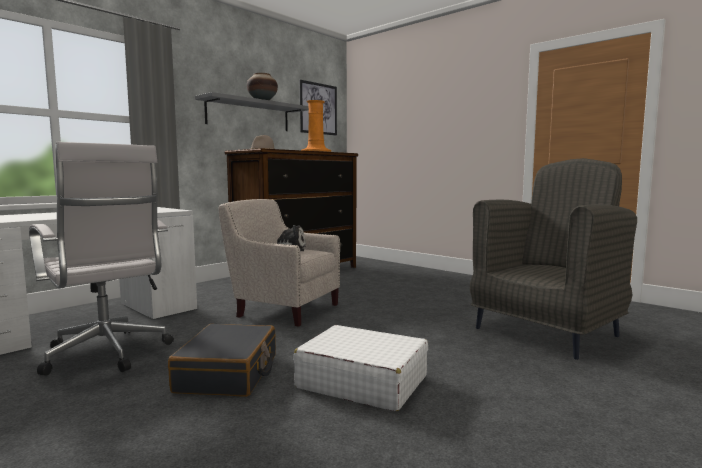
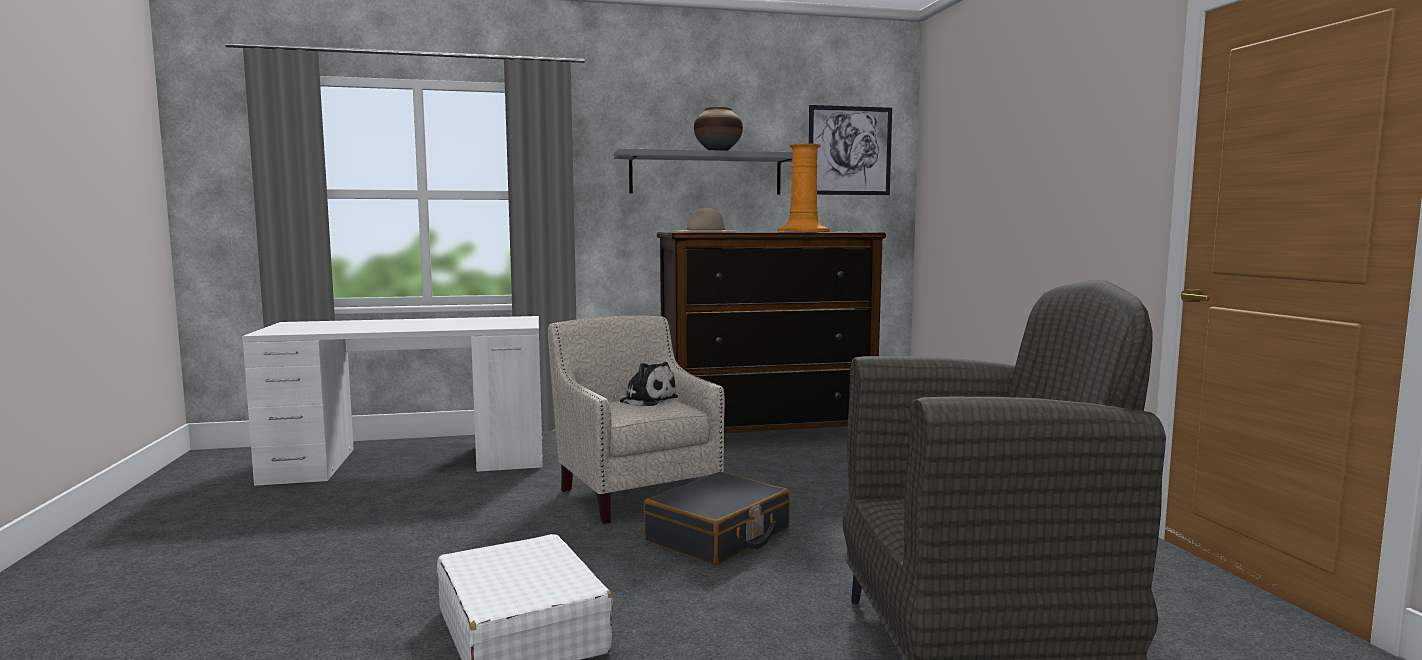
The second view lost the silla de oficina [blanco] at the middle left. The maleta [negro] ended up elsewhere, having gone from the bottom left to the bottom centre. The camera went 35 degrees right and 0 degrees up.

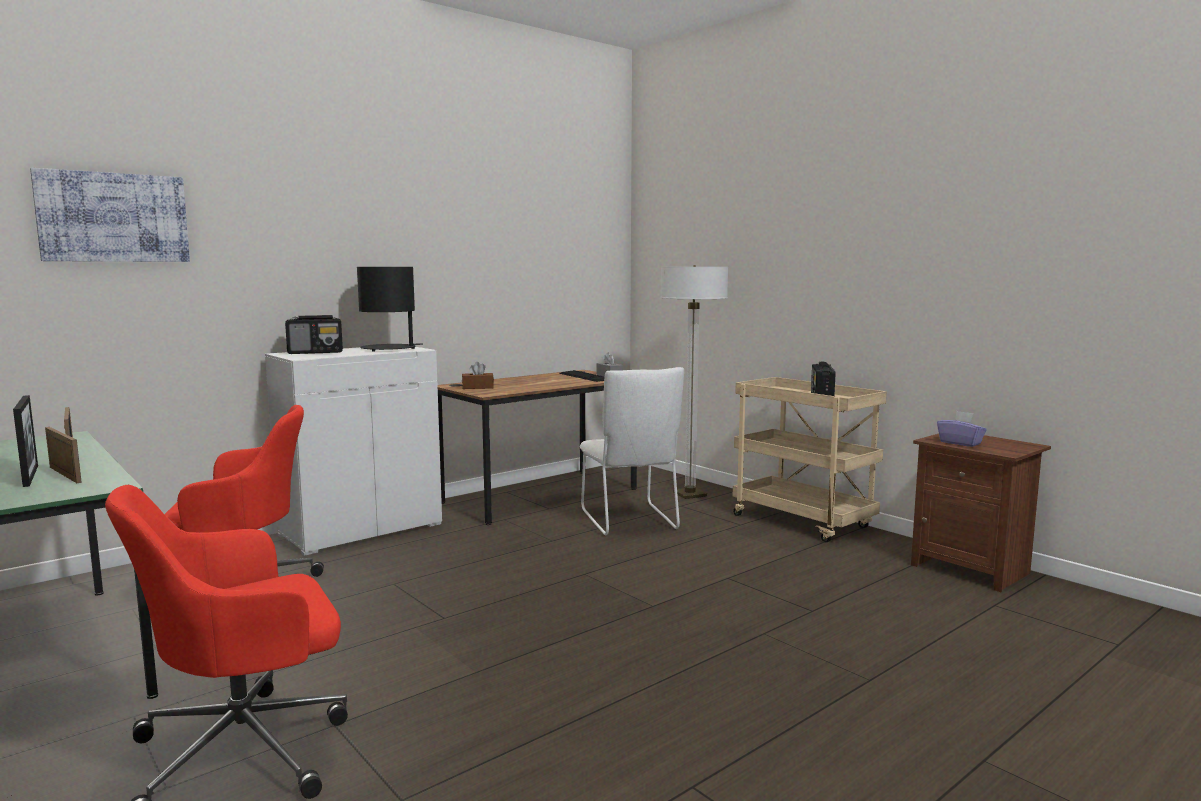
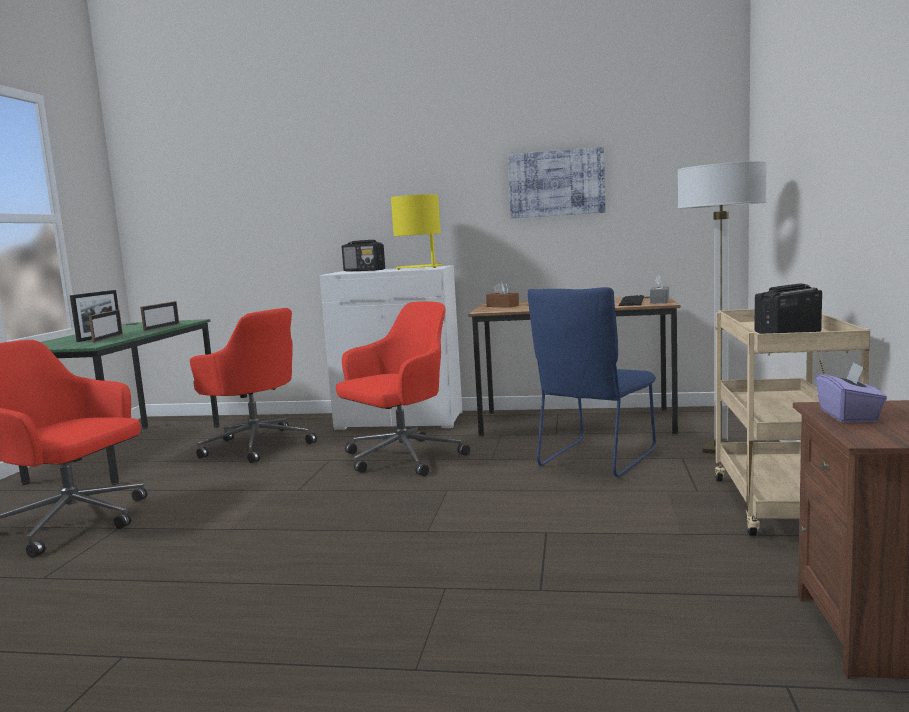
The cuadro ended up elsewhere, having gone from the top left to the top centre. What was the lámpara de mesa [negro] at the middle left turned into the lámpara de mesa [amarillo] at the top centre. What was the silla [blanco] at the centre turned into the silla [azul] at the centre. The second view gained the silla de oficina [rojo] (3rd from left) at the centre. The camera went 50 degrees right and 0 degrees up.

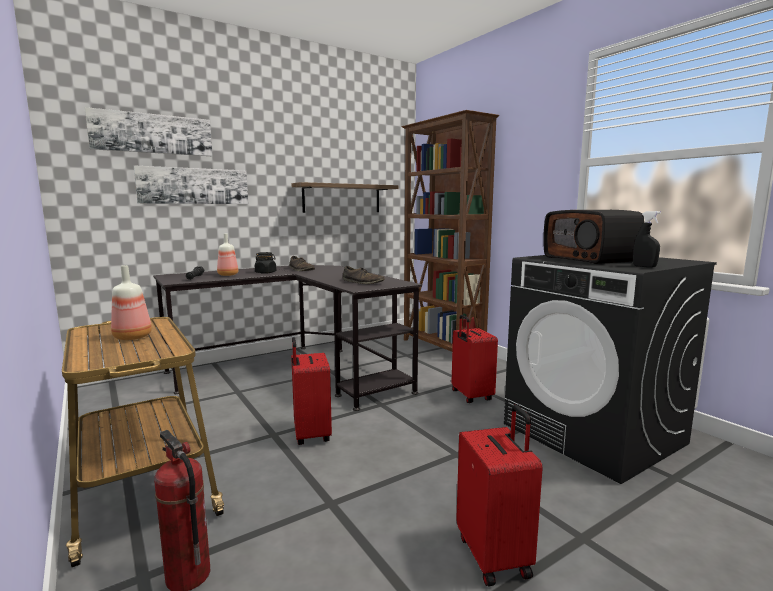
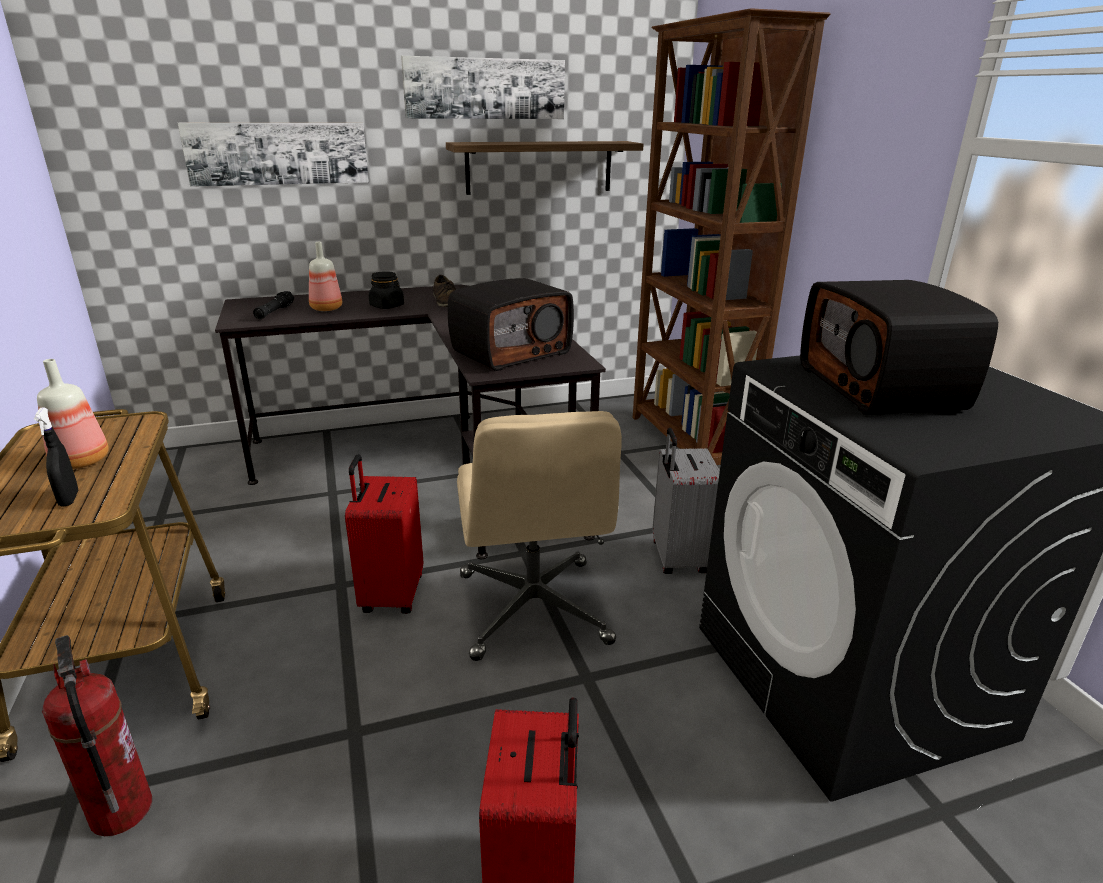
The cuadro (1st from left in the first image) ended up elsewhere, having gone from the top left to the top centre. Where the zapato [marrón] (2nd from left) stood at the centre, the radio (1st from left) came to stand at the centre. What was the maleta [rojo] (2nd from left) at the centre turned into the maleta [gris] at the centre. The pulverizador [negro] ended up elsewhere, having gone from the middle right to the middle left. The second view gained the silla de oficina [beis] at the centre. The camera went 15 degrees right and 15 degrees up.

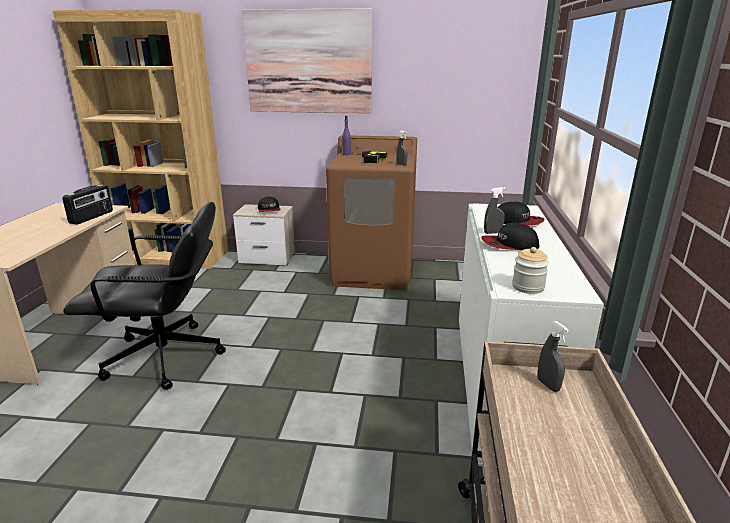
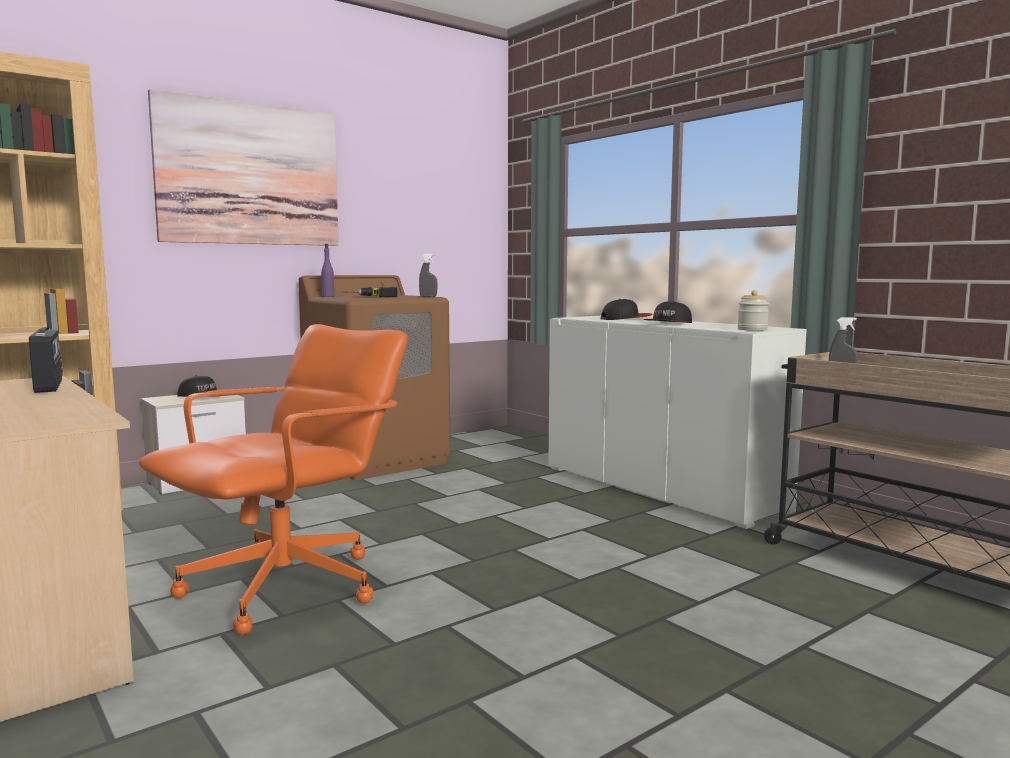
What was the silla de oficina [negro] at the middle left turned into the silla de oficina [naranja] at the middle left. The second view lost the pulverizador [gris] (2nd from left) at the middle right. The camera went 45 degrees left and 15 degrees down.

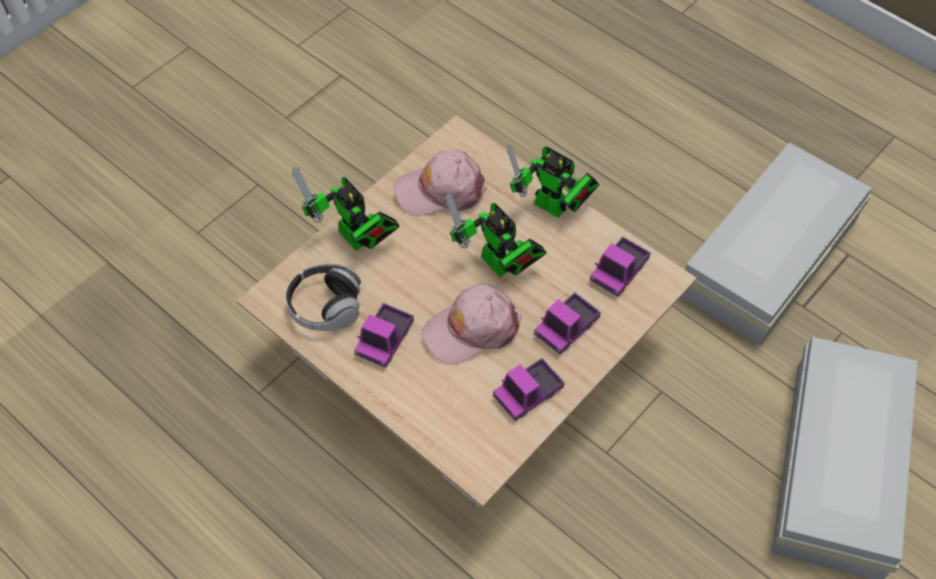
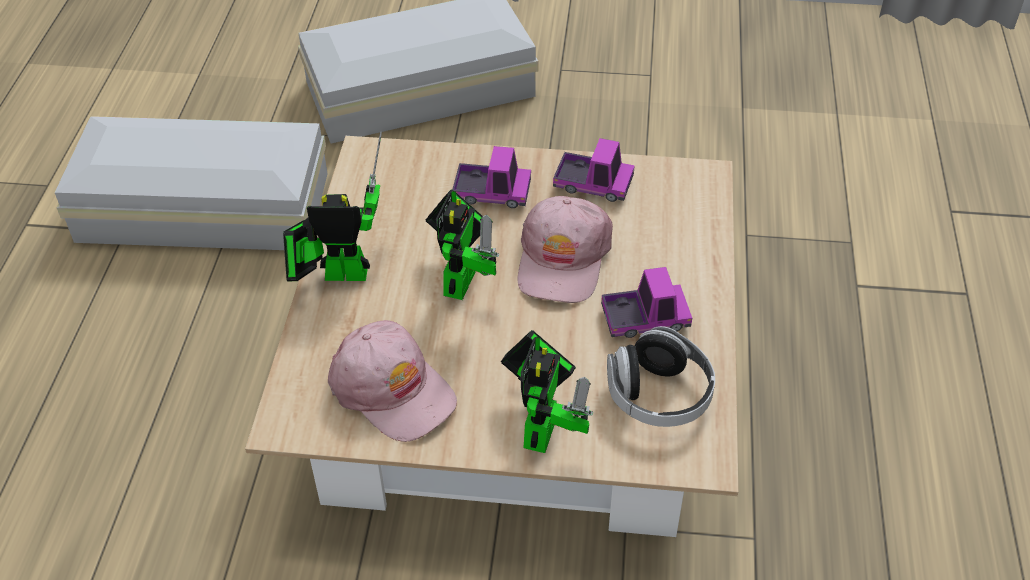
The gorra [rosa] (2nd from left) at the centre ended up facing another way, 75 degrees clockwise from before. The robot de juguete (3rd from left in the first image) at the top centre ended up facing another way, 90 degrees counterclockwise from before. The second view lost the camión de juguete (4th from left) at the centre. The camera went 125 degrees left and 10 degrees down.

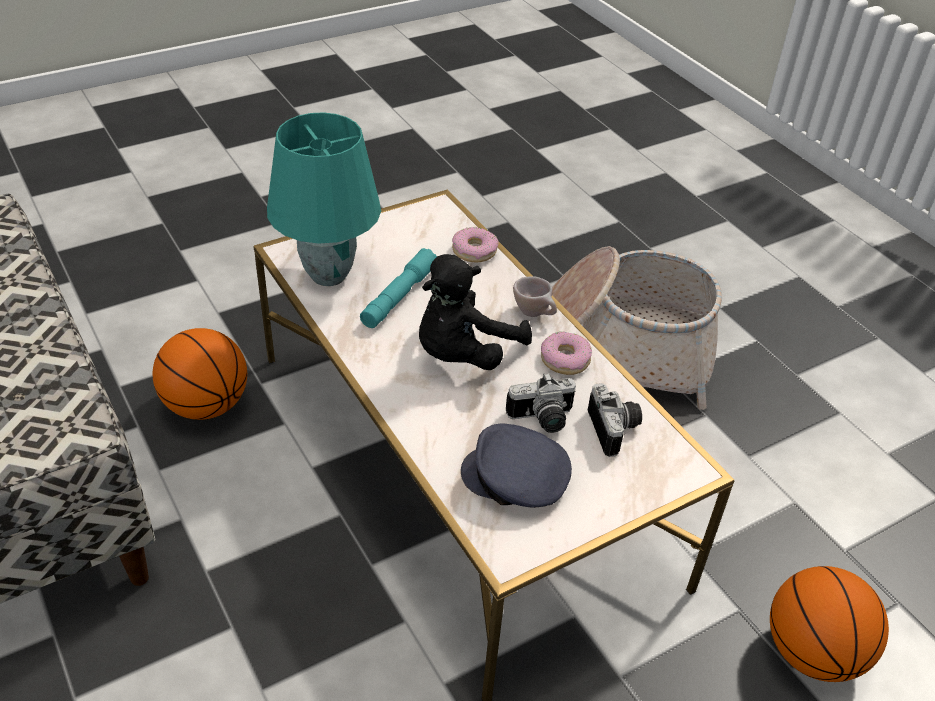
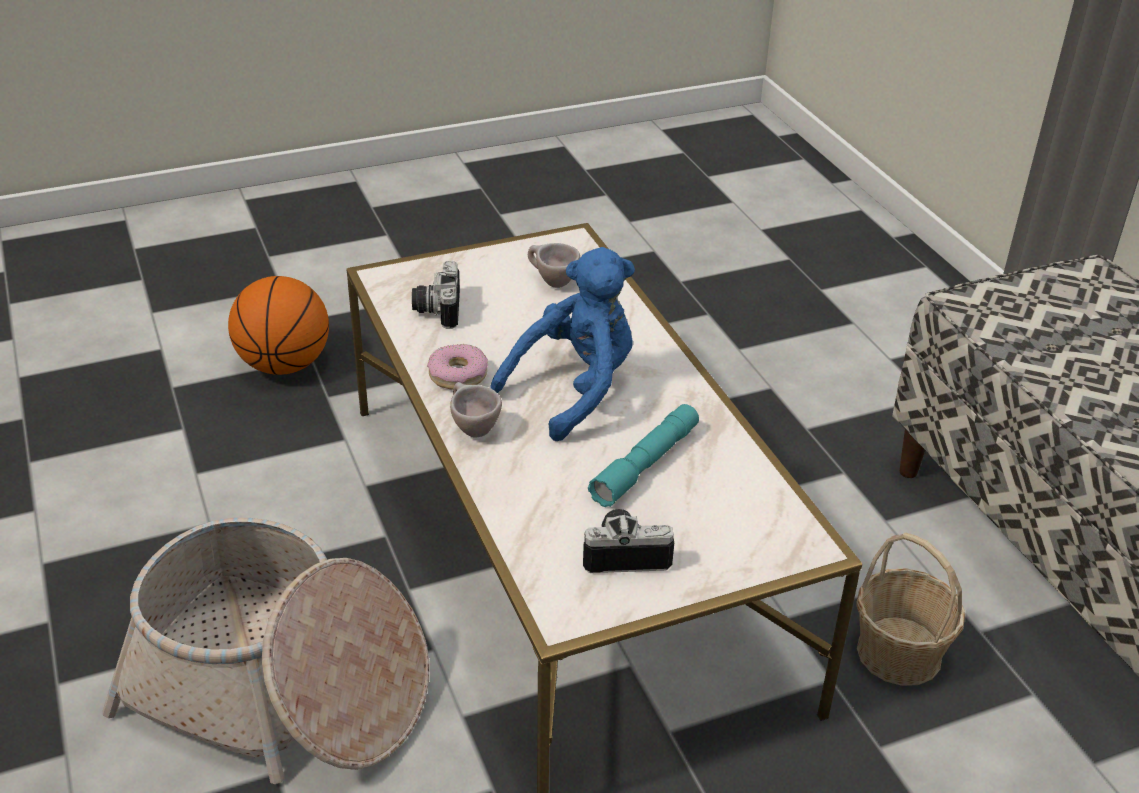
Where the balón de baloncesto (1st from left) stood at the middle left, the cesta (2nd from left) came to stand at the bottom right. The second view lost the lámpara de mesa [turquesa] at the top centre. What was the peluche [negro] at the centre turned into the peluche [azul] at the centre. The second view lost the rosquilla (1st from left) at the centre. Where the gorra [gris] stood at the centre, the taza [beis] (2nd from left) came to stand at the centre. The cámara (1st from left in the first image) ended up elsewhere, having gone from the centre to the bottom centre. The camera went 170 degrees left and 5 degrees down.

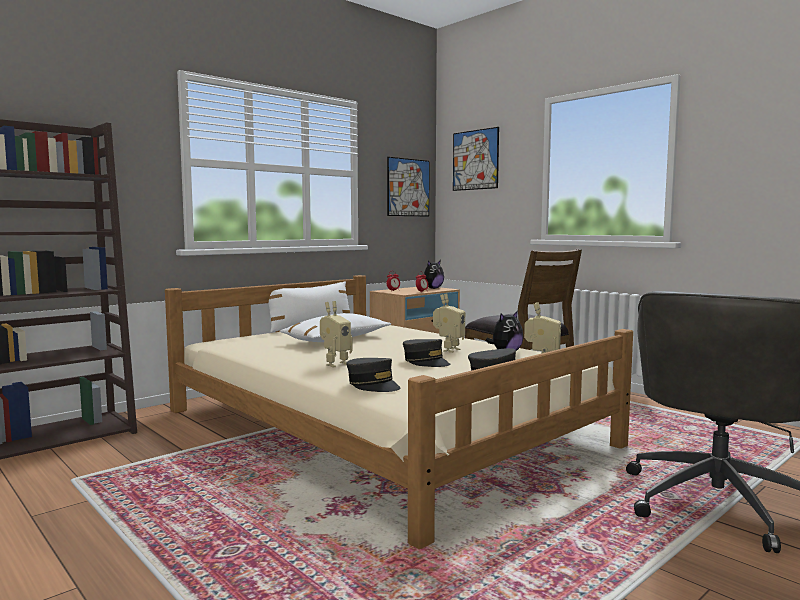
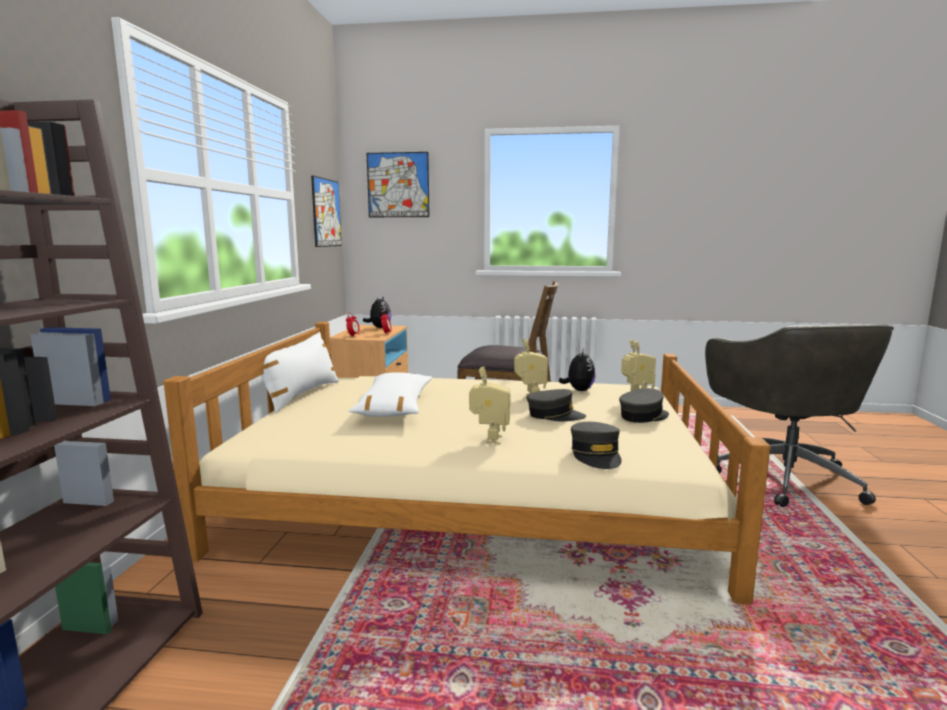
The gorra [gris] (1st from left in the first image) at the centre ended up facing another way, 75 degrees clockwise from before. The camera went 40 degrees left and 5 degrees up.

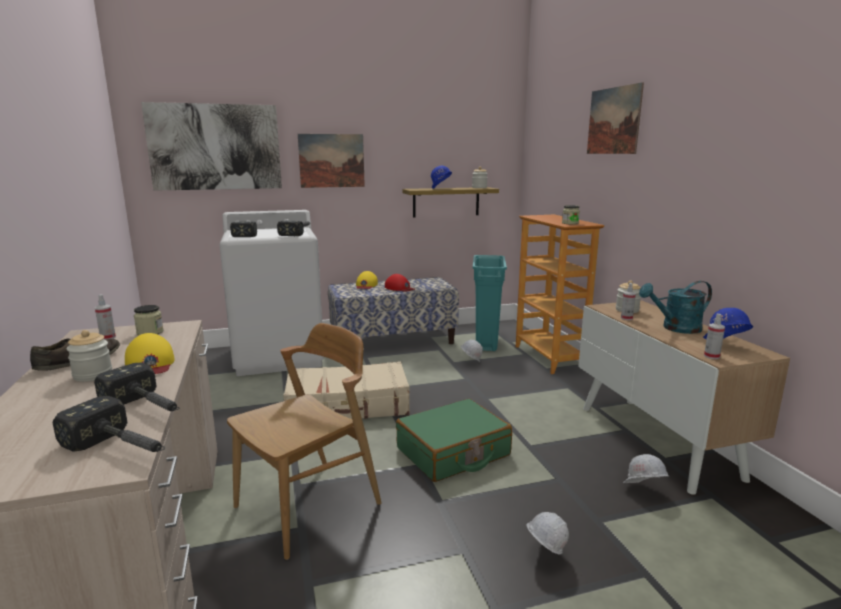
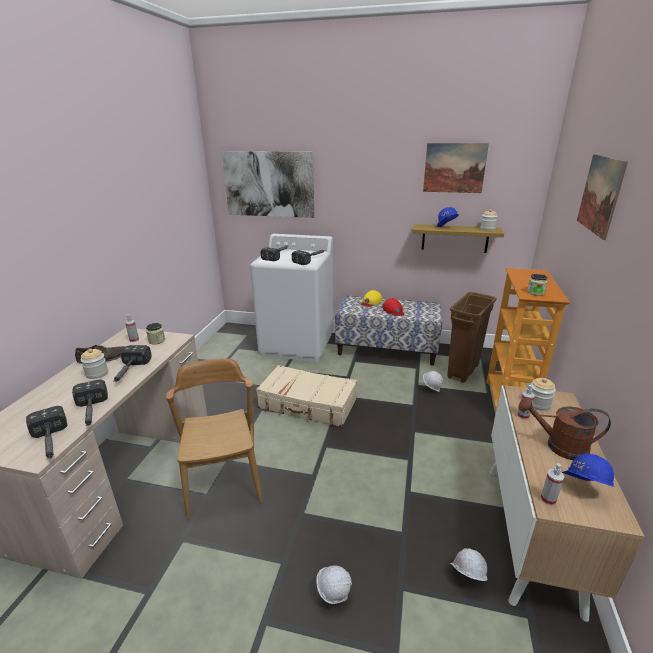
Where the gorra [amarillo] (1st from left) stood at the middle left, the martillo (3rd from left) came to stand at the middle left. The silla [marrón] at the bottom centre ended up facing another way, 90 degrees counterclockwise from before. The cuadro (2nd from left) ended up elsewhere, having gone from the top centre to the top right. The second view lost the maleta [verde] at the bottom centre. What was the papelera [turquesa] at the centre turned into the papelera [marrón] at the middle right. What was the regadera [turquesa] at the middle right turned into the regadera [marrón] at the middle right. The camera went 30 degrees right and 10 degrees up.

